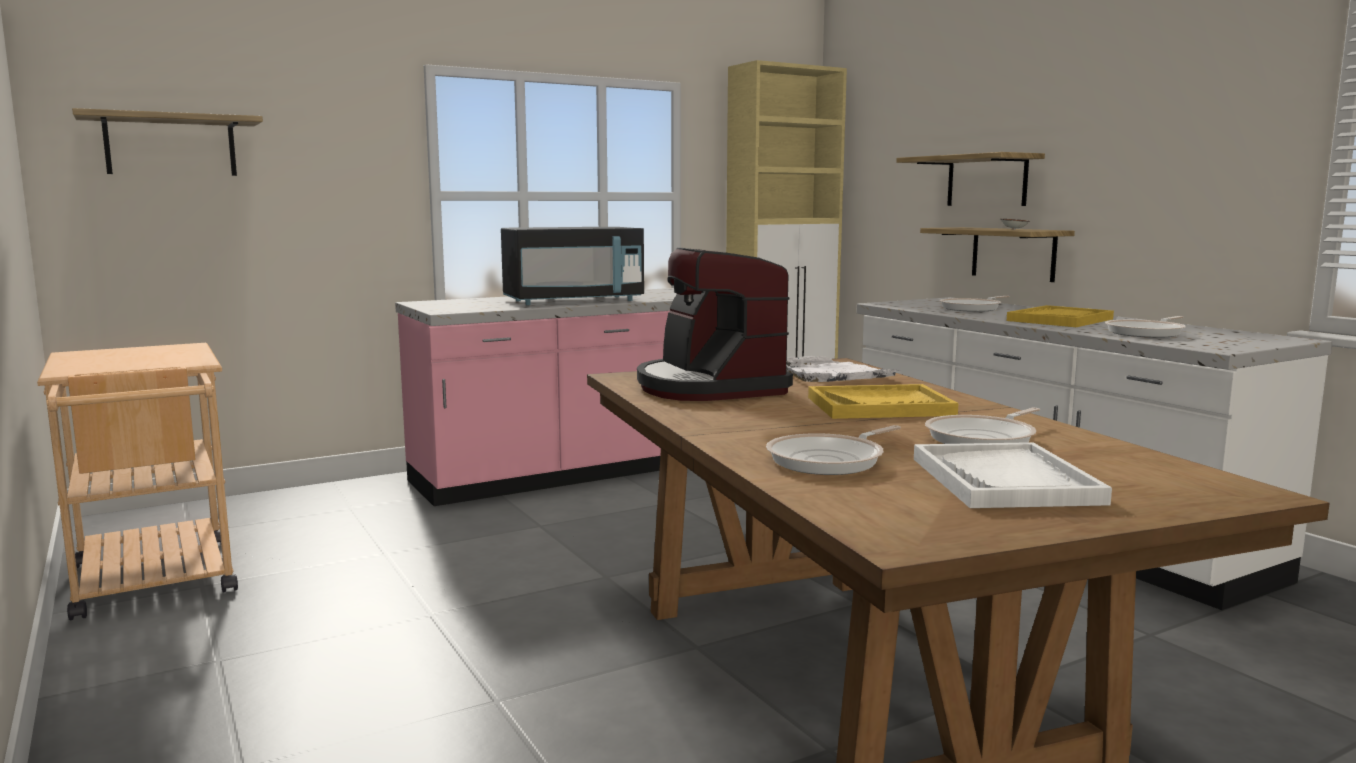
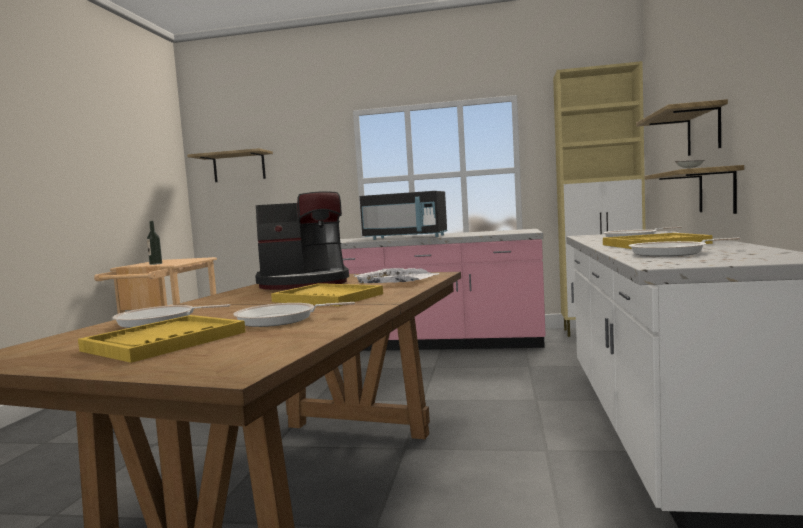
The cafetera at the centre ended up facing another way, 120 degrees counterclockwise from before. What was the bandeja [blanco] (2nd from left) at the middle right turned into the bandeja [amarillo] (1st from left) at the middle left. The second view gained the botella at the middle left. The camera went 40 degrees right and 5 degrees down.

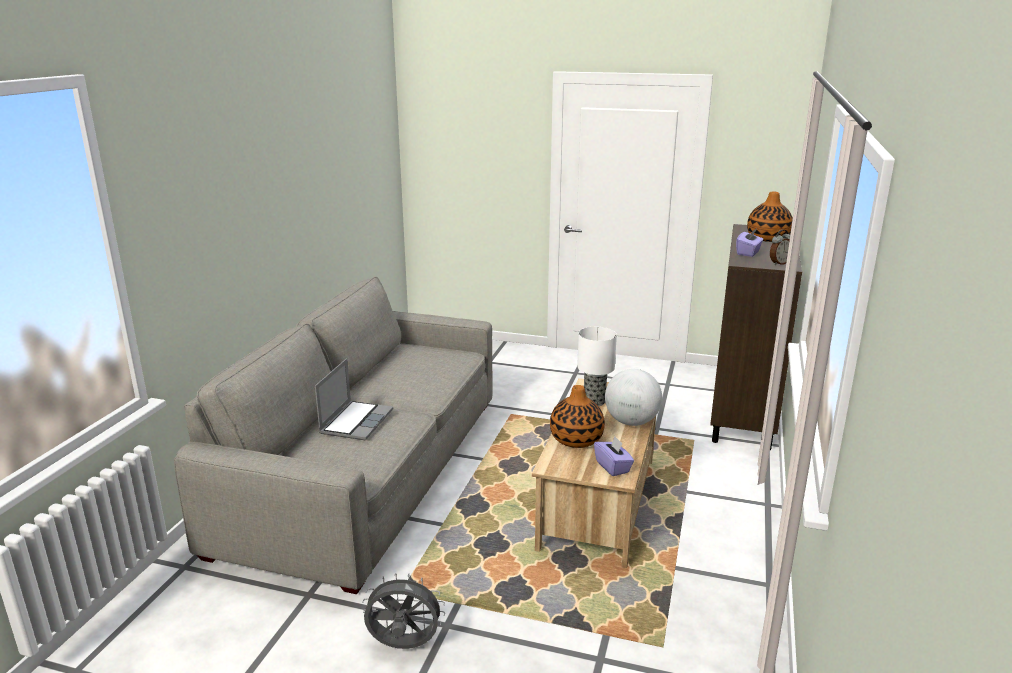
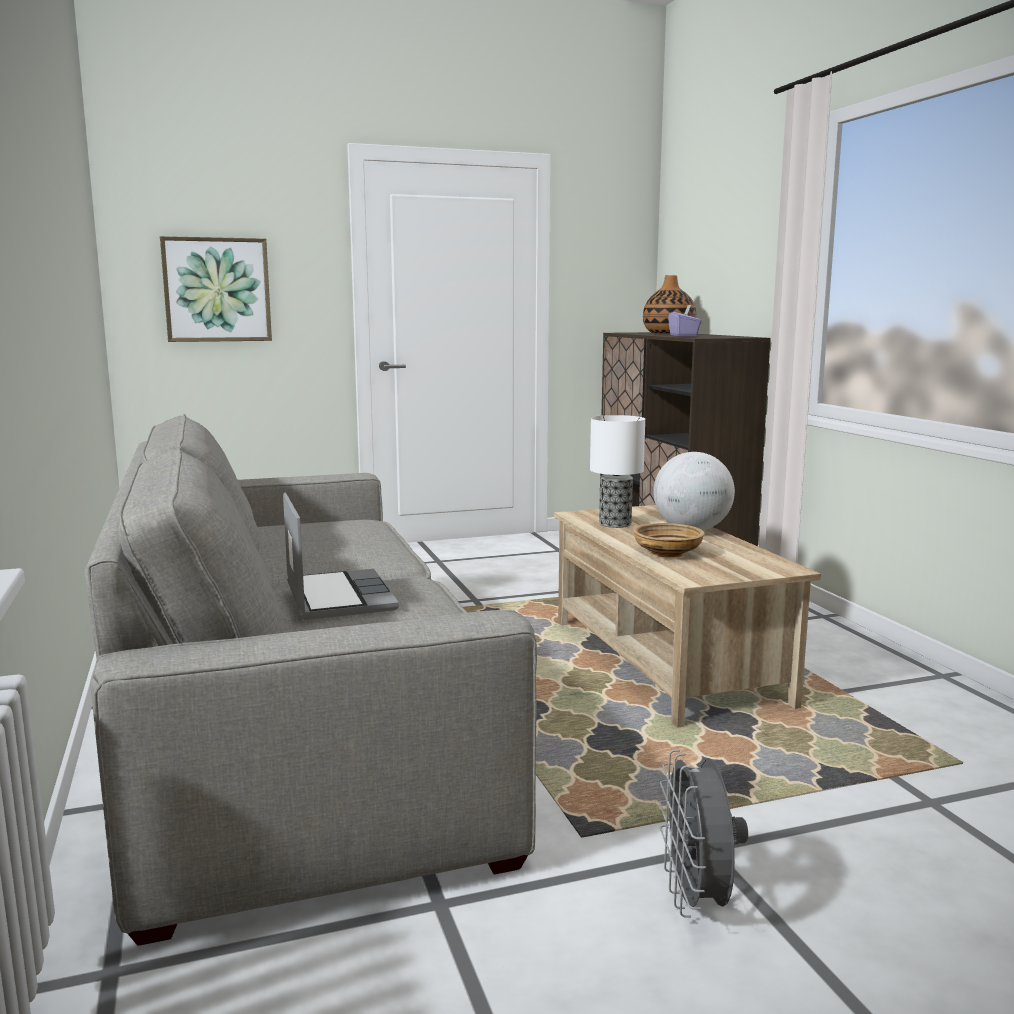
The ventilador [gris] at the bottom centre ended up facing another way, 60 degrees counterclockwise from before. Where the florero (1st from left) stood at the centre, the cuenco [beis] came to stand at the centre. The second view lost the caja de pañuelos [morado] (1st from left) at the bottom centre. The second view lost the despertador at the middle right. The second view gained the cuadro at the top left. The camera went 35 degrees left and 10 degrees down.

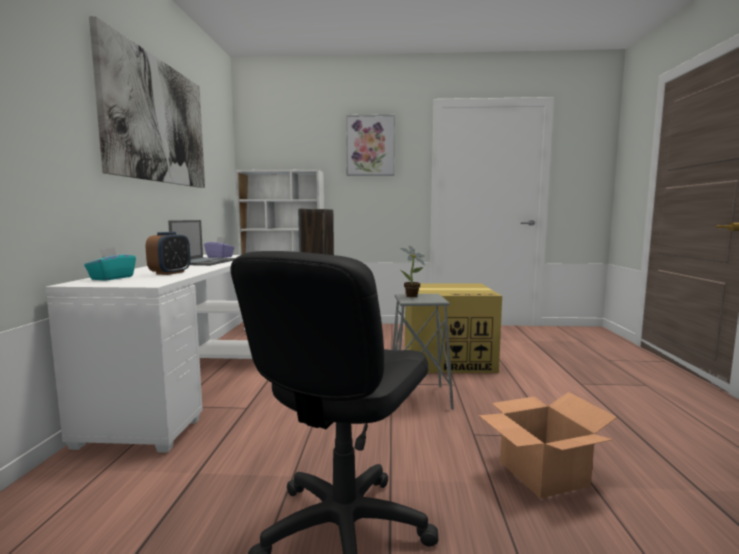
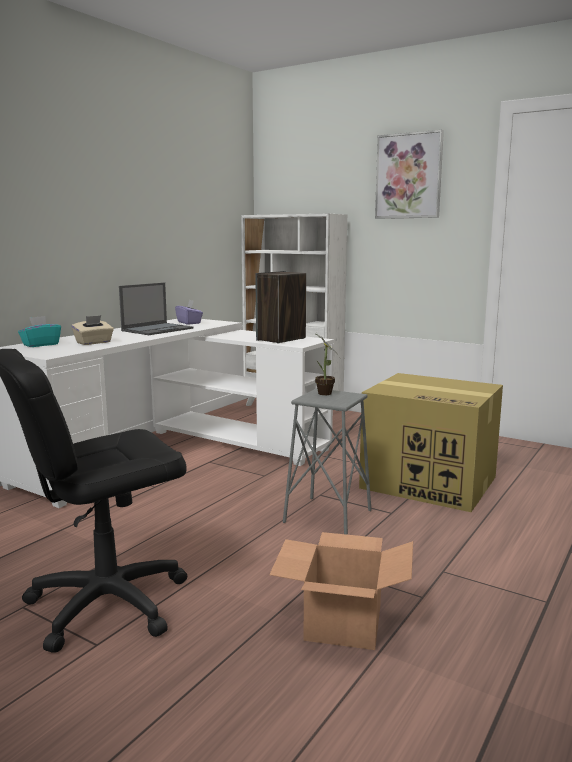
The second view lost the cuadro (1st from left) at the top left. Where the despertador stood at the middle left, the caja de pañuelos [beis] came to stand at the middle left. The camera went 30 degrees right and 5 degrees up.

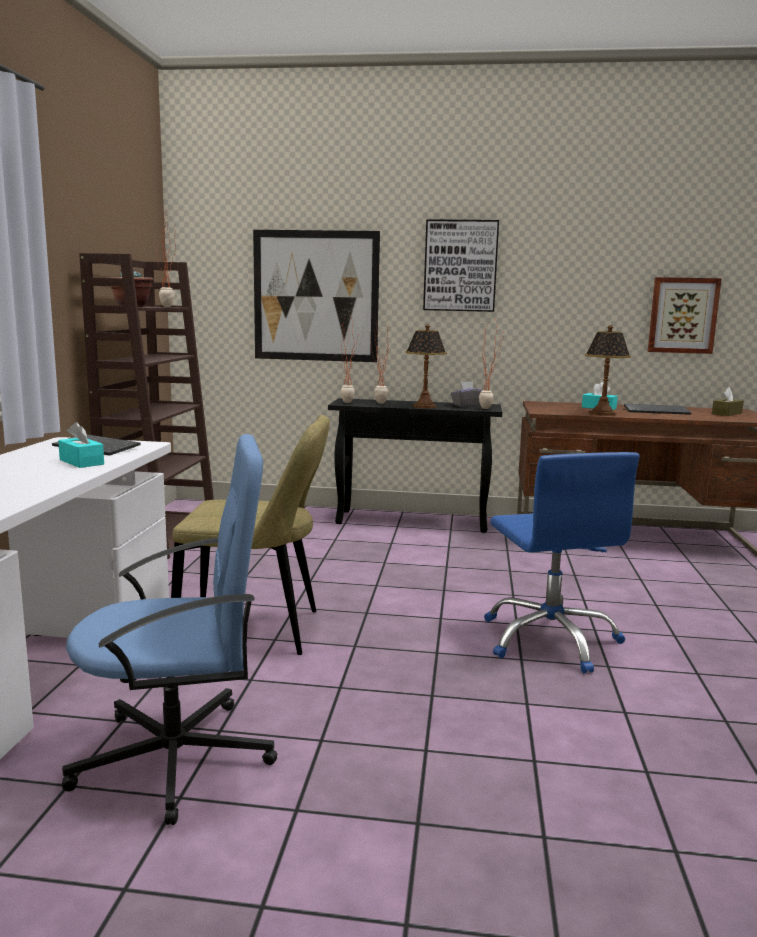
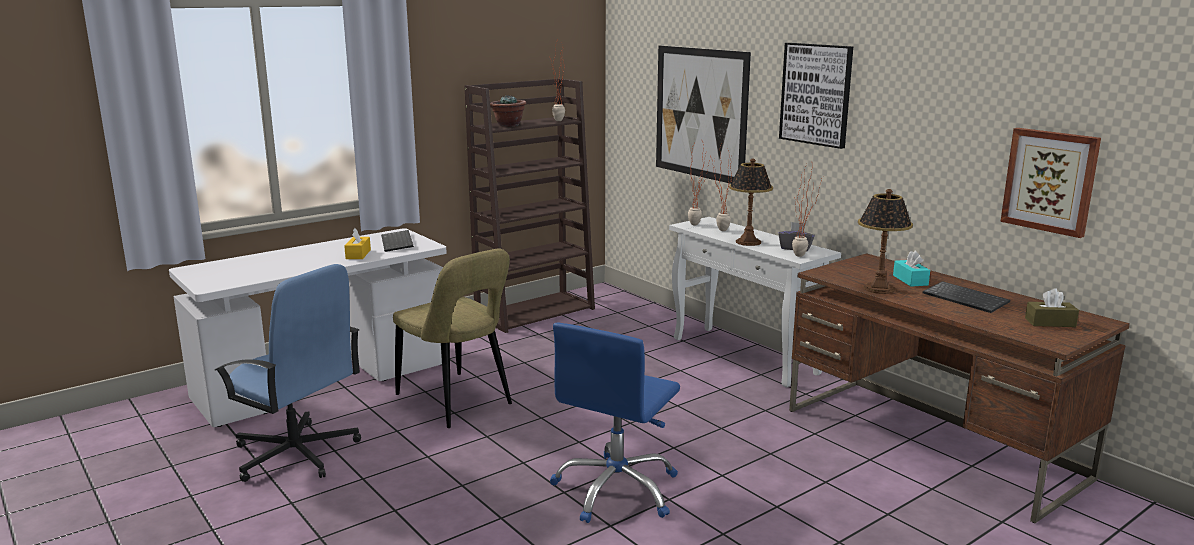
What was the caja de pañuelos [turquesa] (1st from left) at the middle left turned into the caja de pañuelos [amarillo] at the middle left. What was the mesa consola [negro] at the centre turned into the mesa consola [blanco] at the centre. The camera went 45 degrees right and 5 degrees up.

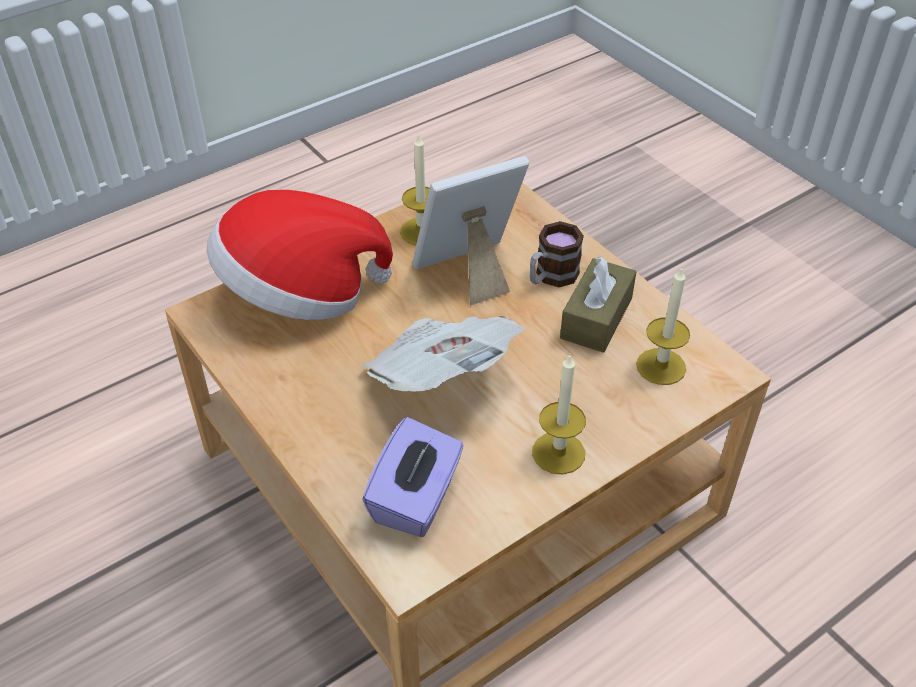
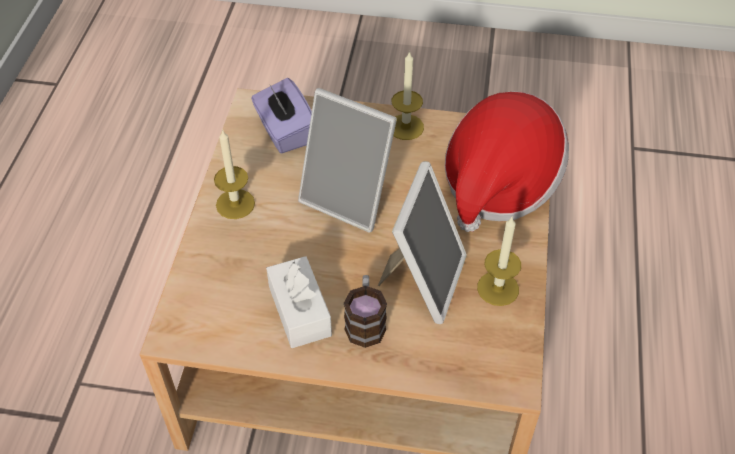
Where the periódico stood at the centre, the portarretratos (1st from left) came to stand at the centre. What was the caja de pañuelos [marrón] at the centre turned into the caja de pañuelos [blanco] at the centre. The vela (3rd from left in the first image) ended up elsewhere, having gone from the middle right to the top centre. The camera went 135 degrees right and 5 degrees up.

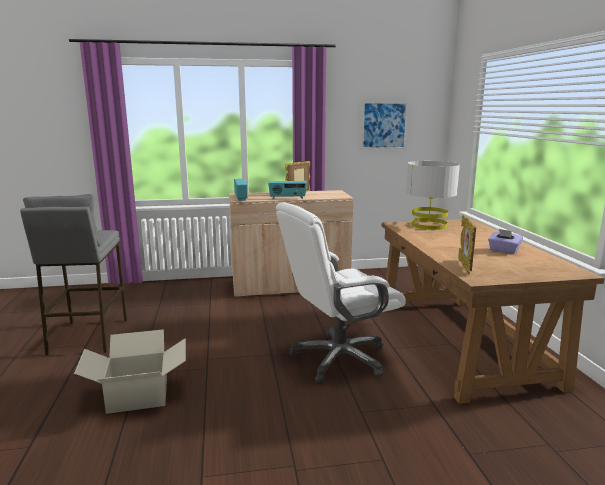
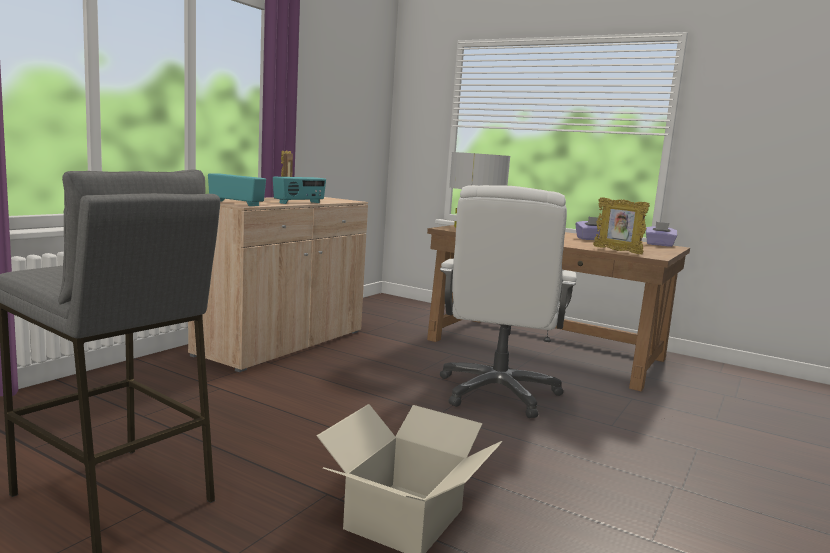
The second view lost the cuadro at the top centre. The second view gained the caja de pañuelos [morado] (2nd from left) at the middle right. The camera went 50 degrees left and 5 degrees down.

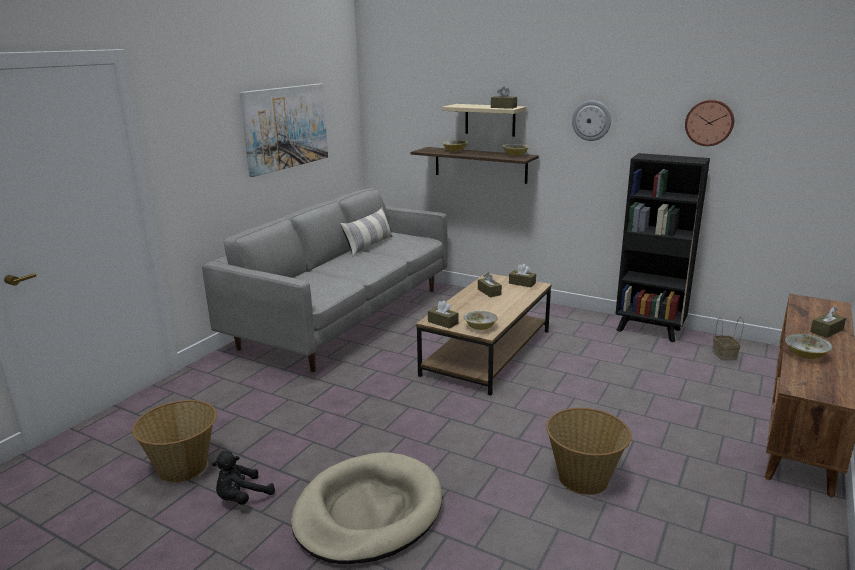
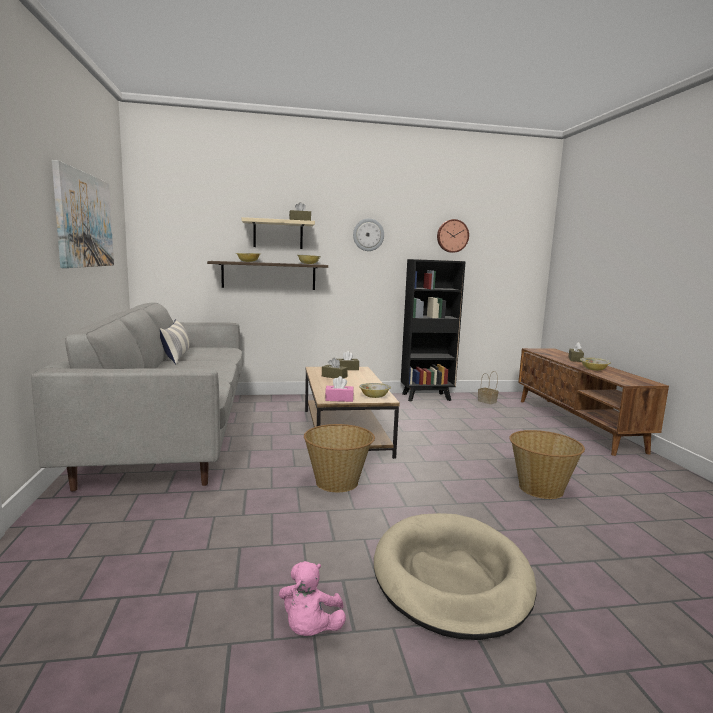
The cesta (1st from left) ended up elsewhere, having gone from the bottom left to the centre. What was the peluche [negro] at the bottom left turned into the peluche [rosa] at the bottom centre. What was the caja de pañuelos [marrón] (1st from left) at the centre turned into the caja de pañuelos [rosa] at the centre. The camera went 40 degrees left and 10 degrees down.

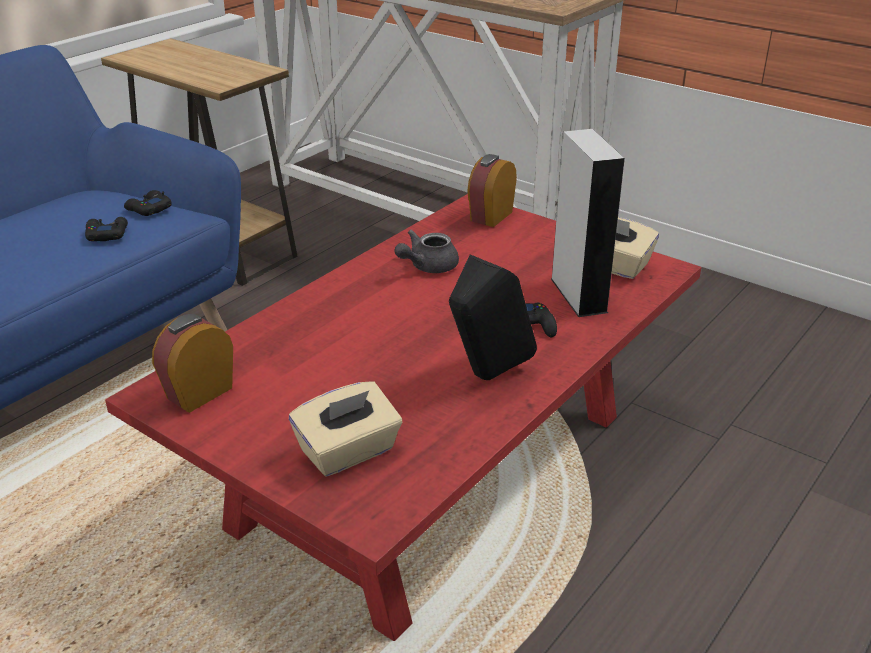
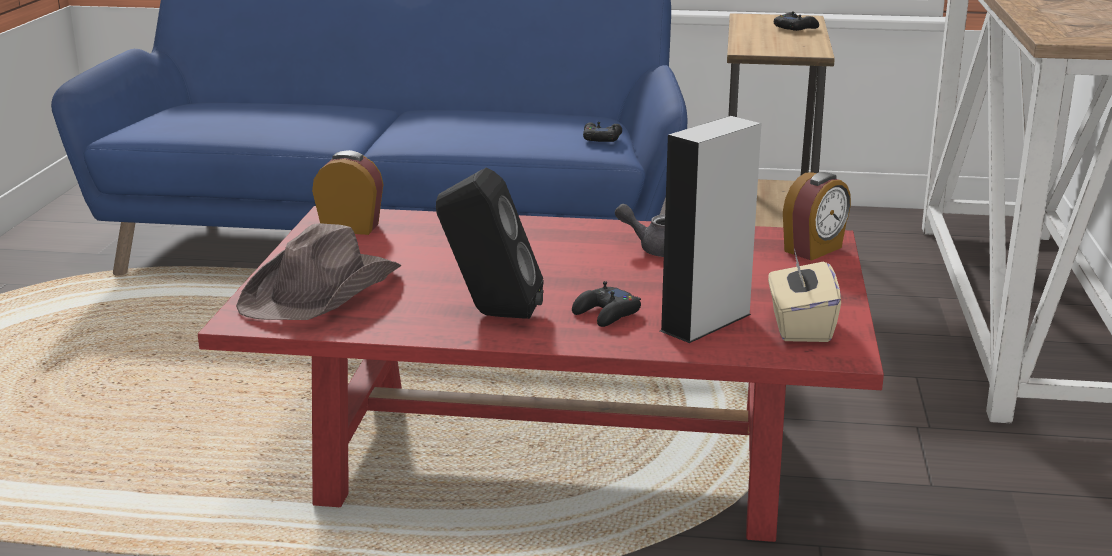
The mando de consola [negro] (1st from left in the first image) ended up elsewhere, having gone from the middle left to the top right. Where the caja de pañuelos [beis] (1st from left) stood at the centre, the sombrero [marrón] came to stand at the middle left. The despertador (2nd from left) at the top centre ended up facing another way, 135 degrees clockwise from before. The camera went 60 degrees right and 10 degrees down.

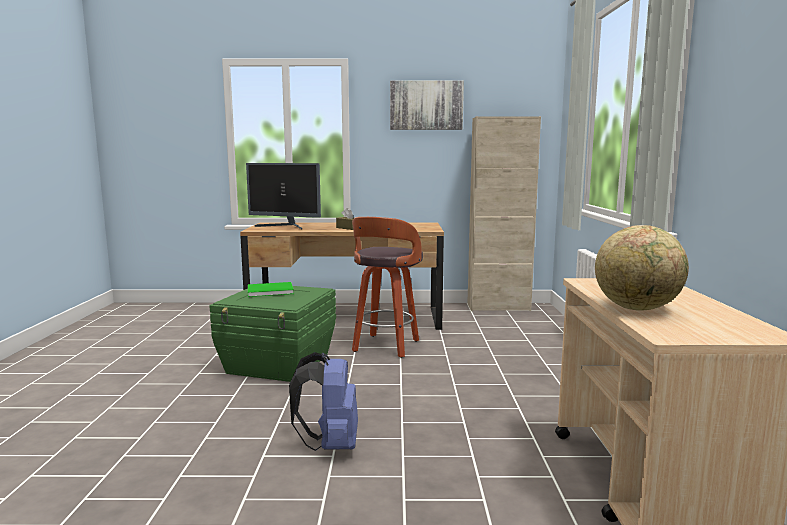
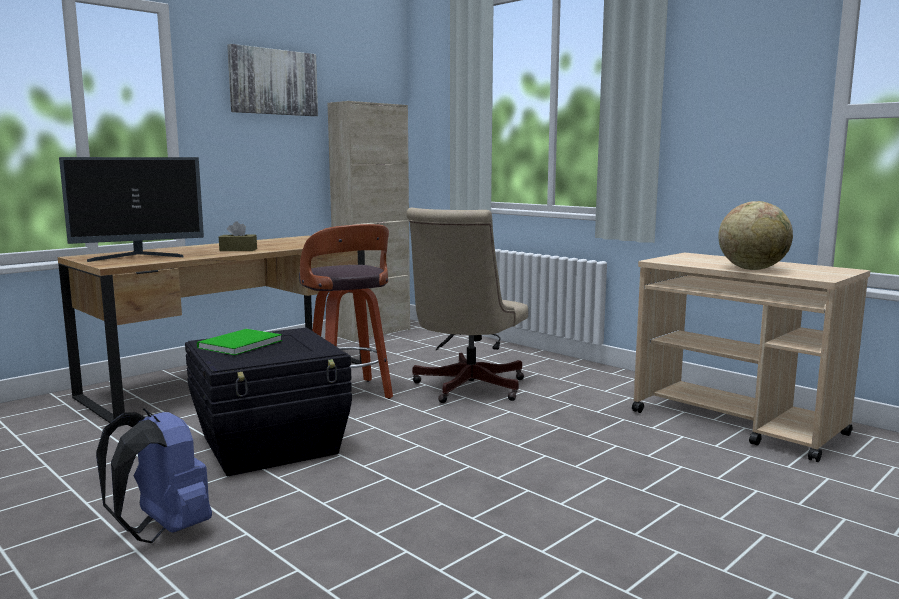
What was the caja de almacenaje [verde] at the centre turned into the caja de almacenaje [negro] at the bottom left. The mochila [azul] ended up elsewhere, having gone from the bottom centre to the bottom left. The second view gained the silla de oficina [beis] at the centre. The camera went 45 degrees left and 0 degrees up.

